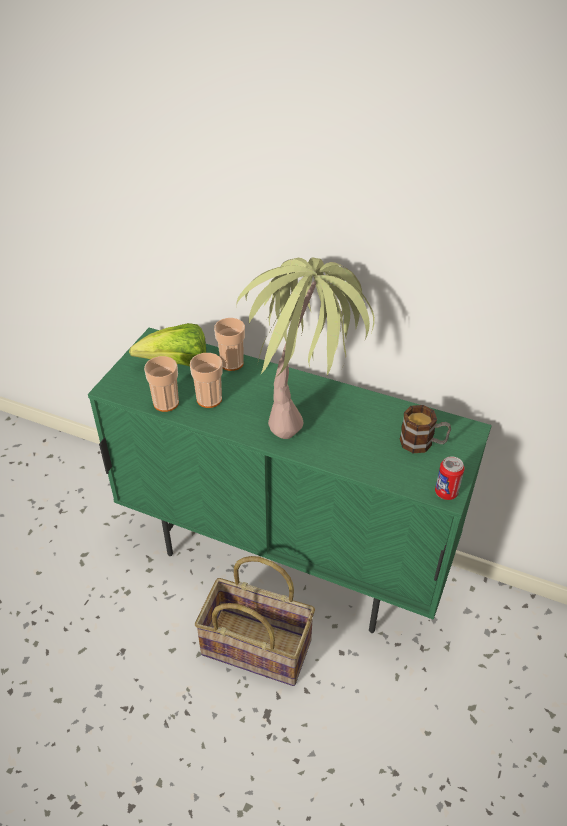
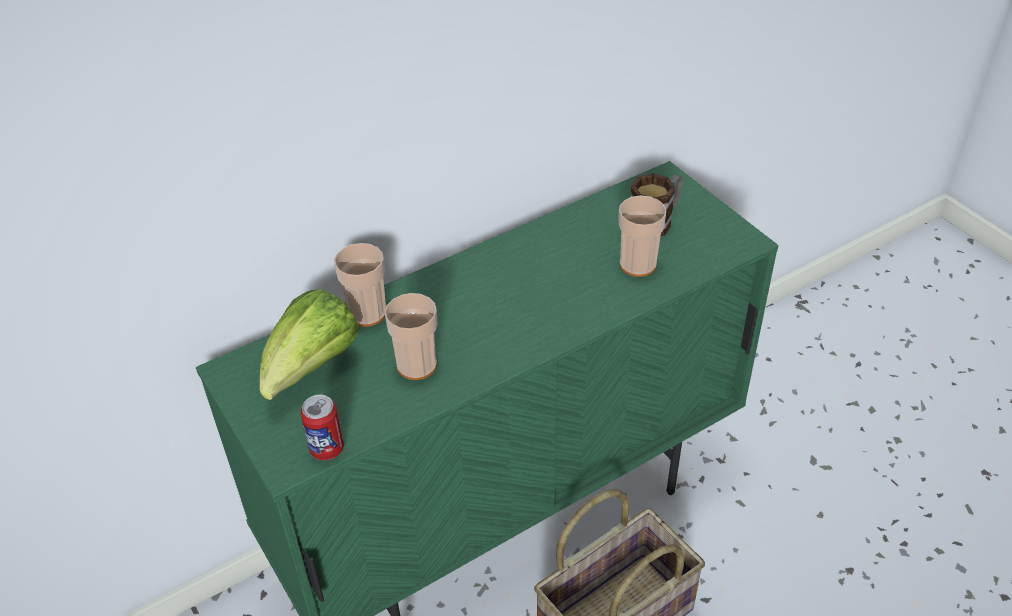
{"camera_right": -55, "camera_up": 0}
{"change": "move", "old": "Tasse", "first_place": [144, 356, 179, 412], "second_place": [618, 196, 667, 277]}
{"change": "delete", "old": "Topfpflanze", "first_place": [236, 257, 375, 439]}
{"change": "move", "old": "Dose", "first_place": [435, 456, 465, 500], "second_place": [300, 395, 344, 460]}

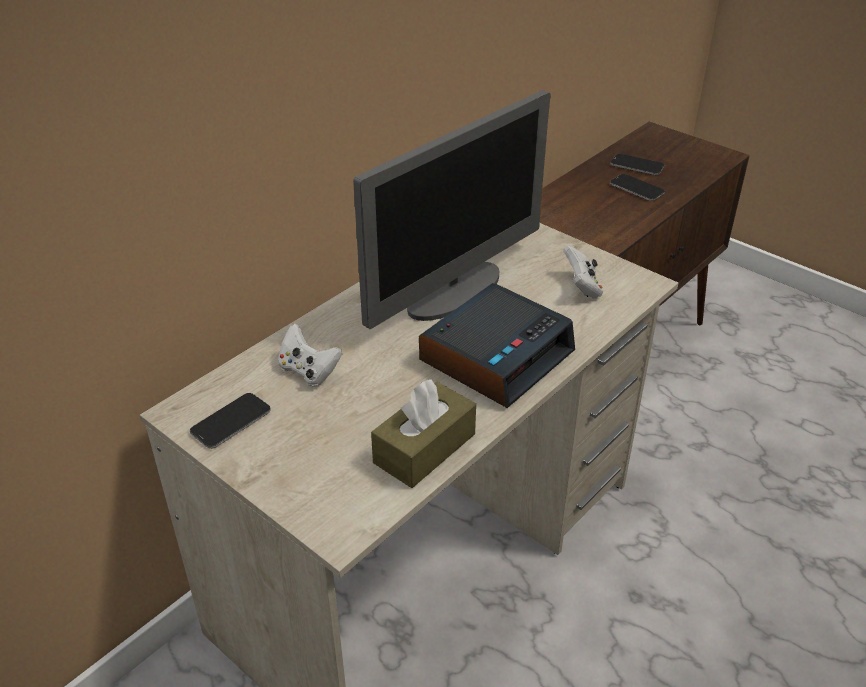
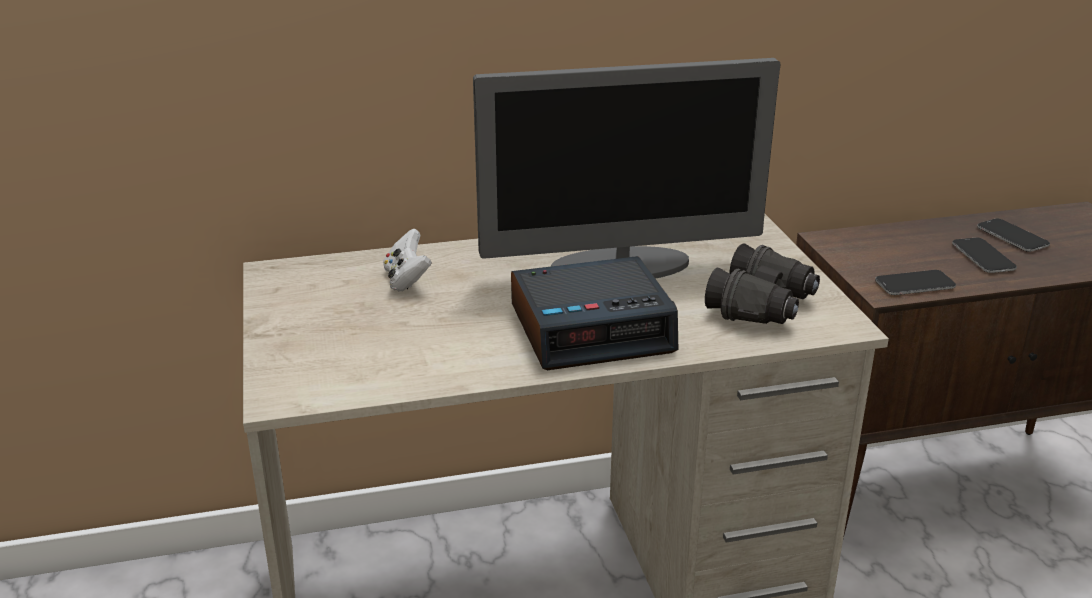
{"camera_right": 35, "camera_up": -10}
{"change": "move", "old": "Handy", "first_place": [190, 393, 271, 449], "second_place": [875, 270, 956, 295]}
{"change": "delete", "old": "Taschentuchbox/braun", "first_place": [371, 379, 476, 488]}
{"change": "replace", "old": "Gamepad/weiß", "new": "Fernglas/schwarz", "first_place": [563, 245, 603, 299], "second_place": [705, 243, 820, 324]}

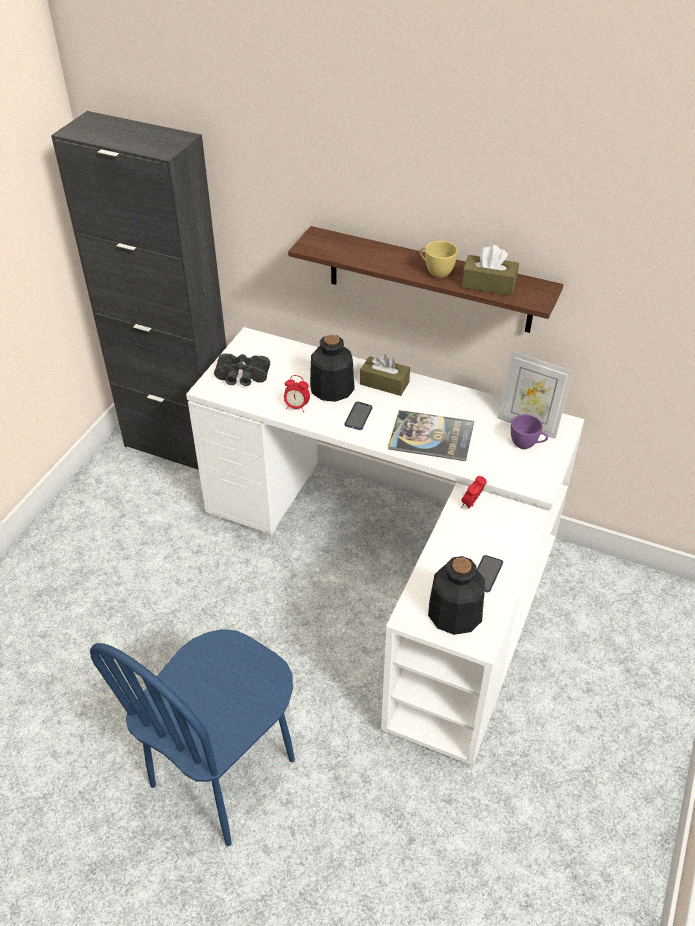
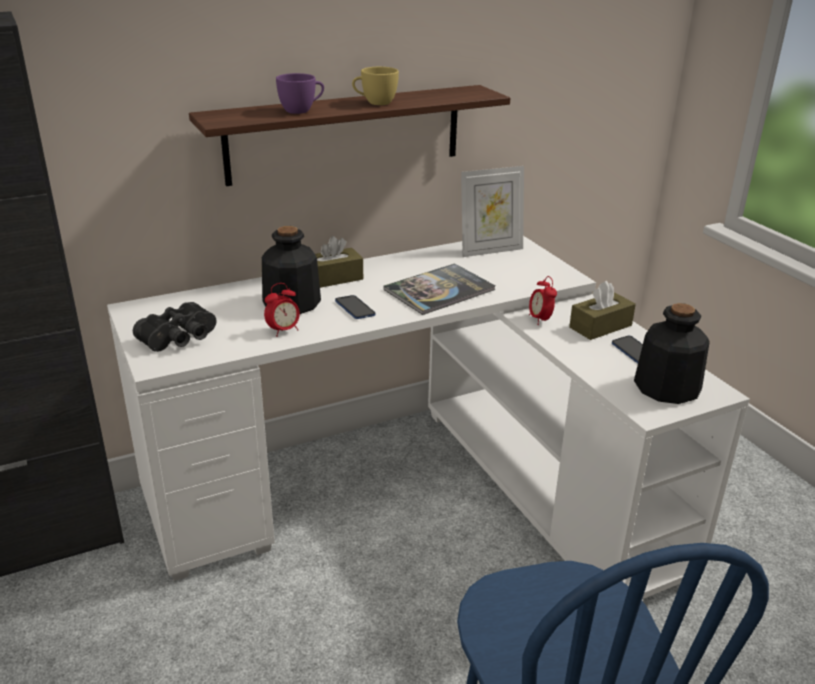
{"camera_right": -50, "camera_up": -15}
{"change": "move", "old": "Taschentuchbox/braun", "first_place": [461, 245, 519, 296], "second_place": [569, 281, 636, 340]}
{"change": "move", "old": "Tasse/lila", "first_place": [511, 414, 548, 449], "second_place": [276, 73, 324, 114]}

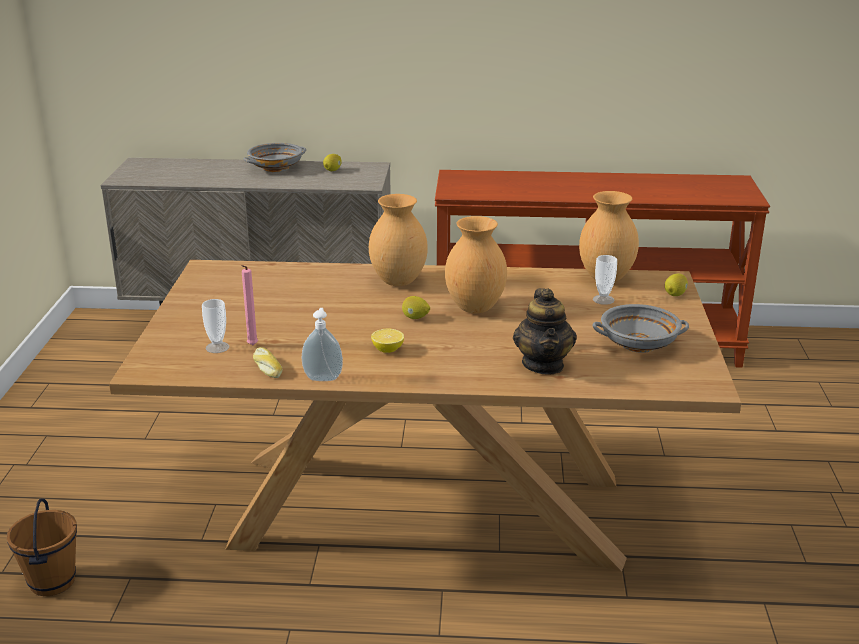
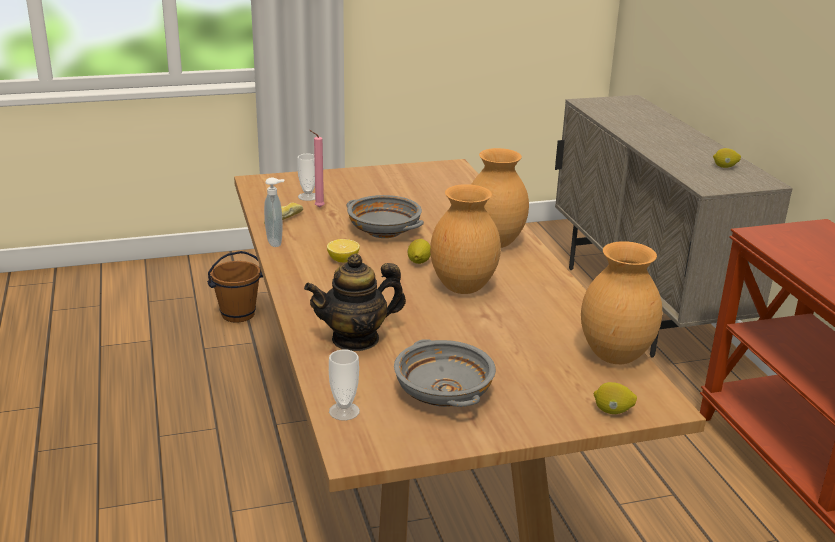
{"camera_right": 70, "camera_up": 0}
{"change": "move", "old": "Schüssel/grau", "first_place": [243, 143, 306, 172], "second_place": [347, 195, 424, 238]}
{"change": "move", "old": "Tasse", "first_place": [593, 255, 617, 305], "second_place": [329, 349, 360, 421]}

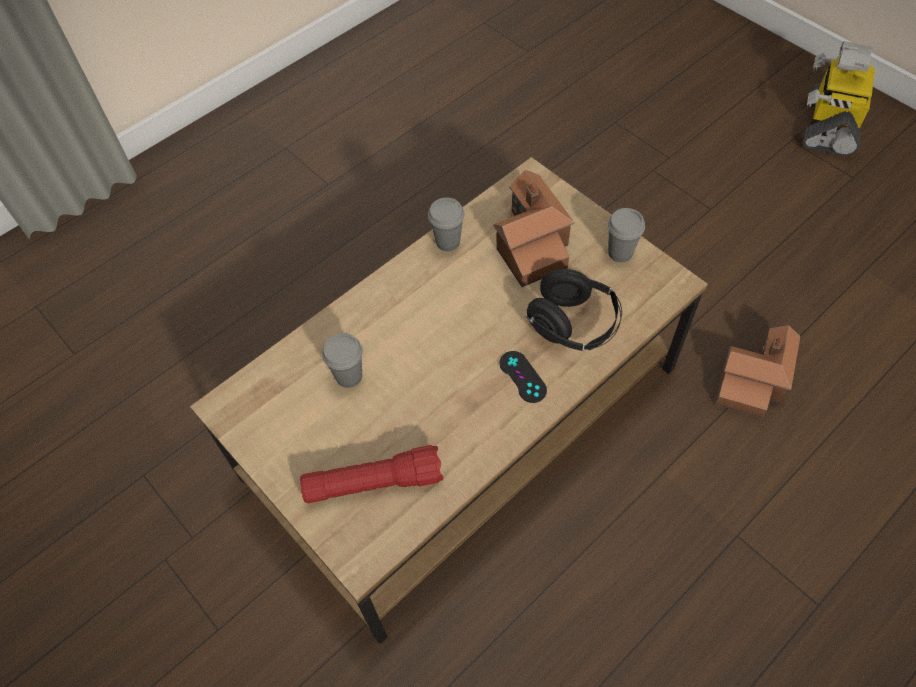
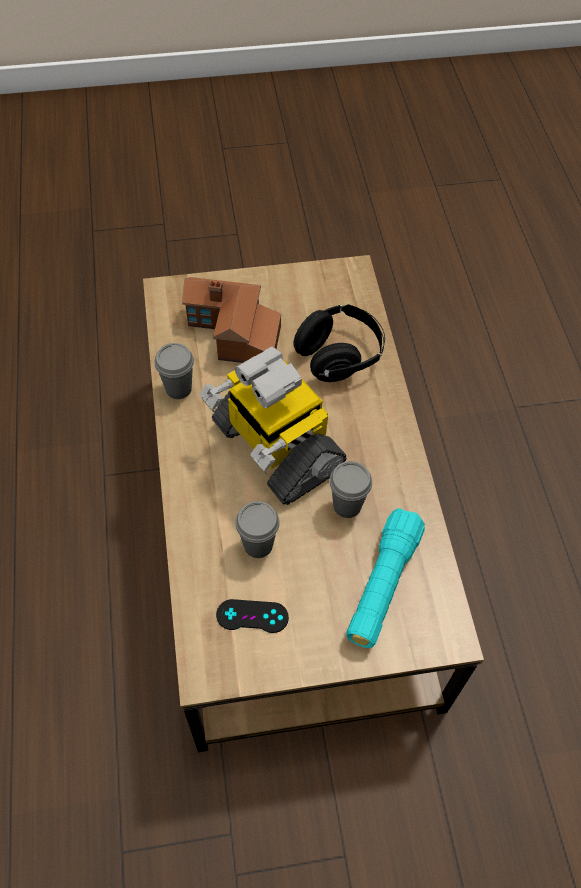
{"camera_right": -60, "camera_up": 0}
{"change": "recolor", "old": "Taschenlampe/rot", "new": "Taschenlampe/türkis", "first_place": [300, 445, 444, 503], "second_place": [346, 508, 425, 648]}
{"change": "move", "old": "Gamepad/schwarz", "first_place": [500, 351, 547, 403], "second_place": [216, 599, 289, 633]}
{"change": "move", "old": "Tasse/grau", "first_place": [608, 208, 645, 262], "second_place": [329, 461, 372, 518]}
{"change": "delete", "old": "Spielzeughaus", "first_place": [715, 325, 800, 418]}
{"change": "move", "old": "Spielzeugroboter", "first_place": [803, 41, 875, 156], "second_place": [199, 346, 346, 505]}

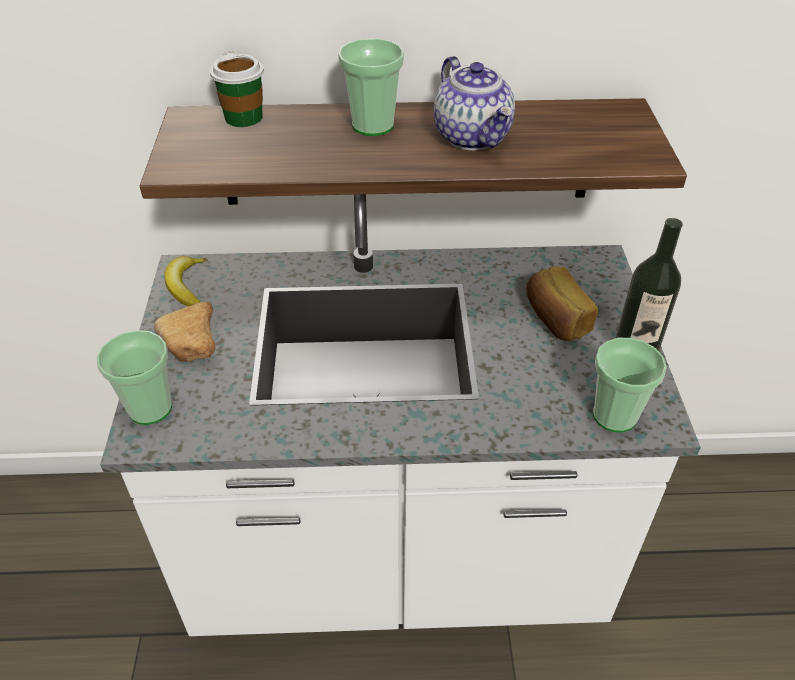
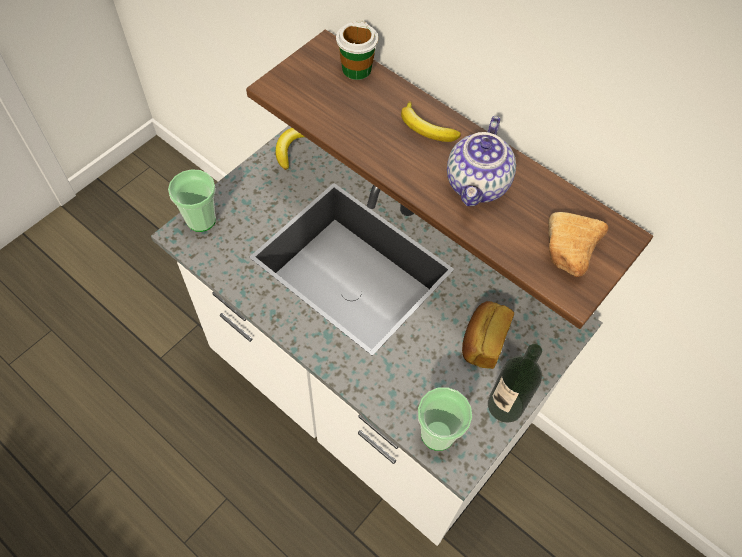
{"camera_right": 40, "camera_up": 15}
{"change": "move", "old": "Brot", "first_place": [154, 302, 215, 362], "second_place": [548, 212, 608, 277]}
{"change": "replace", "old": "Tasse", "new": "Banane", "first_place": [338, 38, 404, 136], "second_place": [401, 101, 461, 142]}

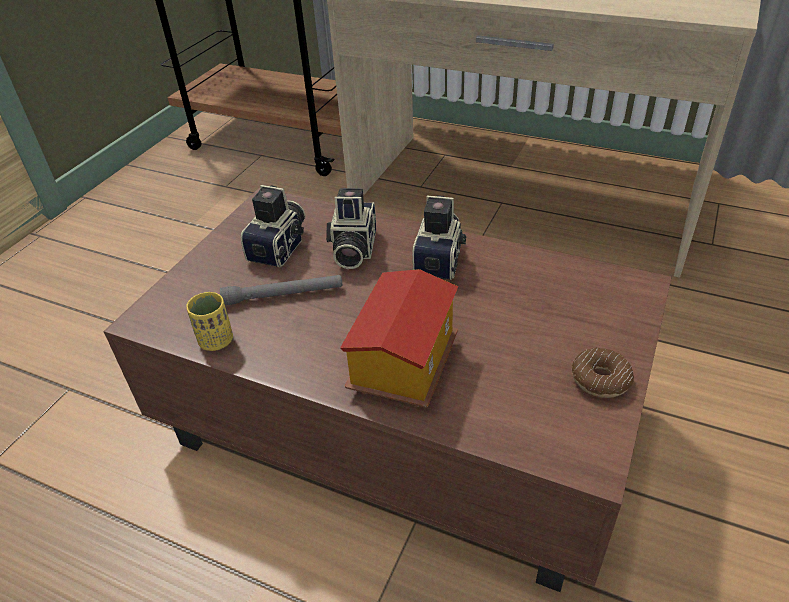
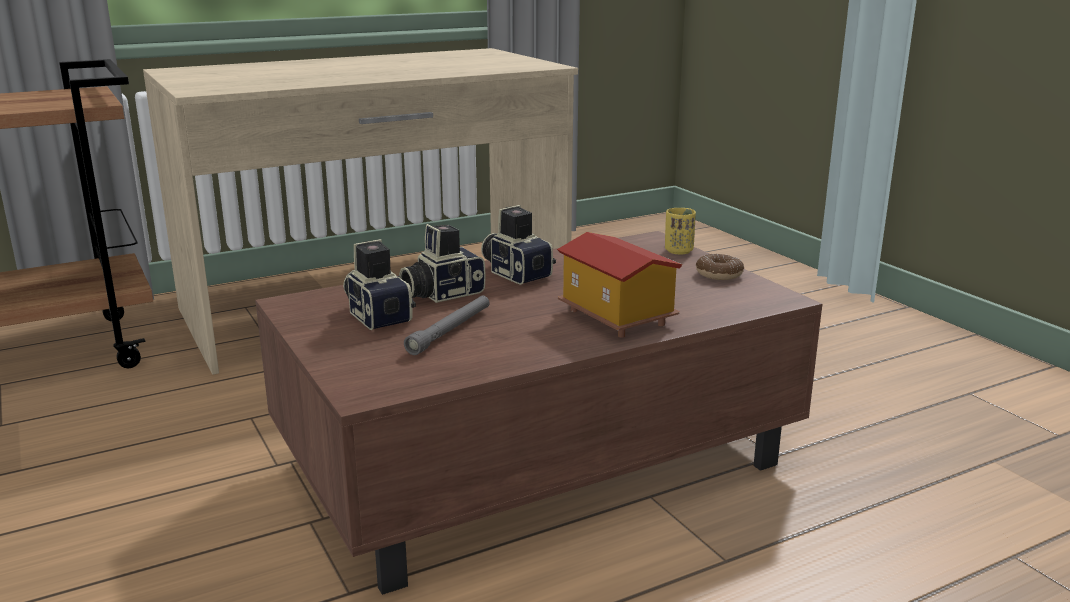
{"camera_right": -55, "camera_up": -20}
{"change": "move", "old": "Tasse/gelb", "first_place": [186, 292, 233, 351], "second_place": [665, 208, 696, 255]}
{"change": "rotate", "old": "Kamera", "first_place": [326, 188, 376, 269], "second_place": [399, 224, 486, 303], "degrees": 105}

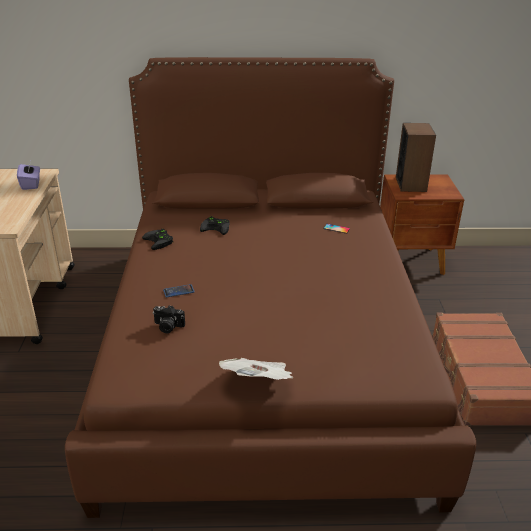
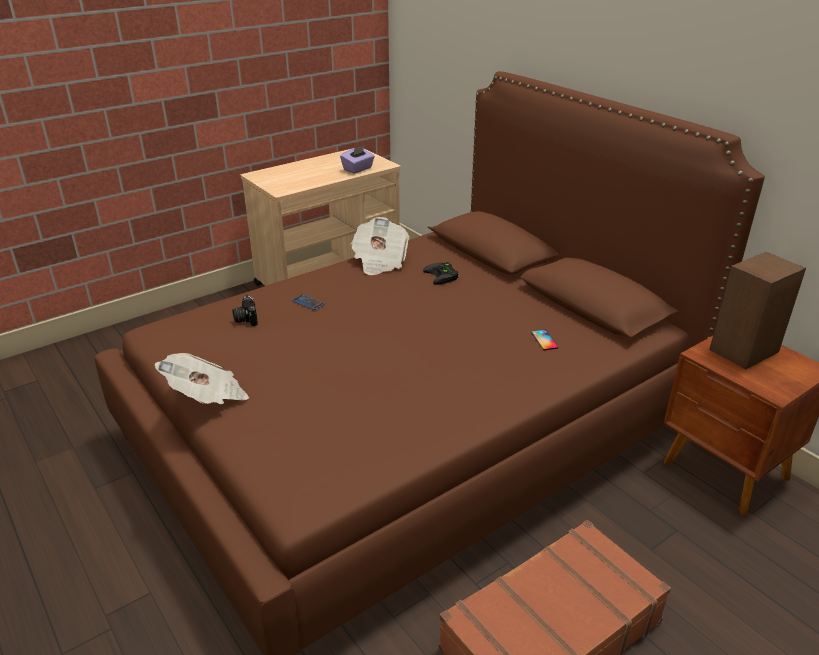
{"camera_right": 55, "camera_up": 0}
{"change": "replace", "old": "Gamepad/schwarz", "new": "Zeitung", "first_place": [142, 229, 174, 250], "second_place": [351, 217, 409, 275]}

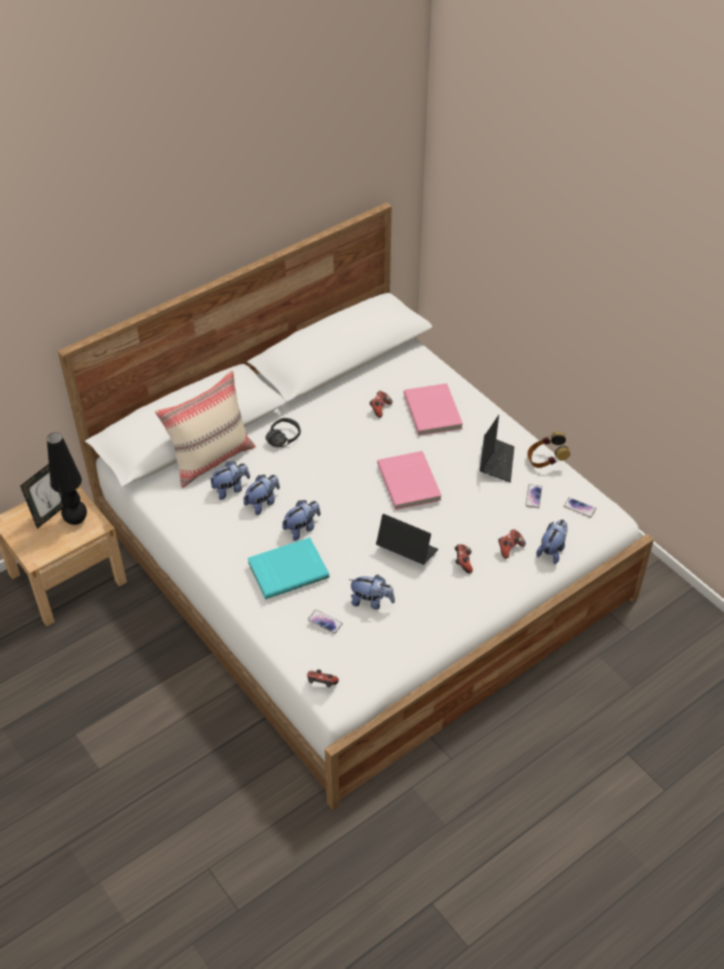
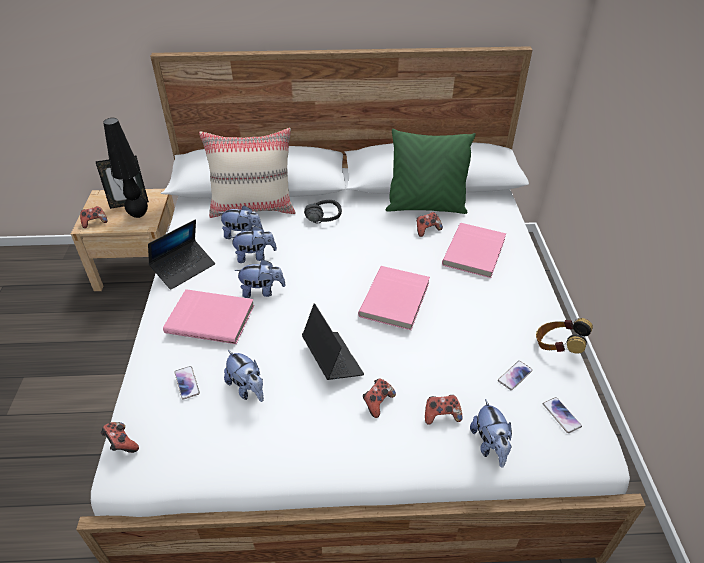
{"camera_right": 35, "camera_up": -5}
{"change": "recolor", "old": "Buch/türkis", "new": "Buch/rosa", "first_place": [248, 537, 329, 599], "second_place": [163, 289, 254, 344]}
{"change": "move", "old": "Laptop", "first_place": [480, 415, 514, 482], "second_place": [148, 219, 215, 290]}
{"change": "rotate", "old": "Plüschtier", "first_place": [536, 519, 568, 564], "second_place": [470, 399, 512, 468], "degrees": 105}
{"change": "insert", "new": "Gamepad", "second_place": [80, 206, 108, 228]}
{"change": "insert", "new": "Kissen/grün", "second_place": [386, 129, 476, 214]}

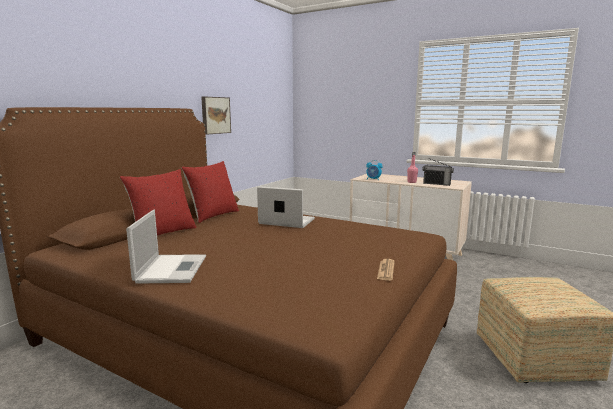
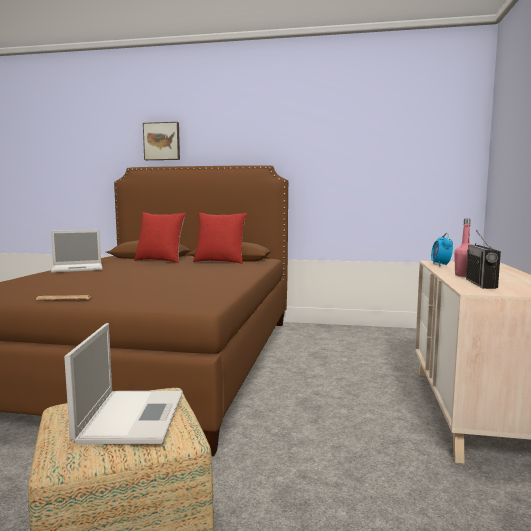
{"camera_right": 70, "camera_up": -5}
{"change": "move", "old": "Bild", "first_place": [201, 97, 231, 135], "second_place": [143, 122, 180, 160]}
{"change": "move", "old": "Laptop", "first_place": [257, 186, 315, 228], "second_place": [64, 323, 183, 444]}

